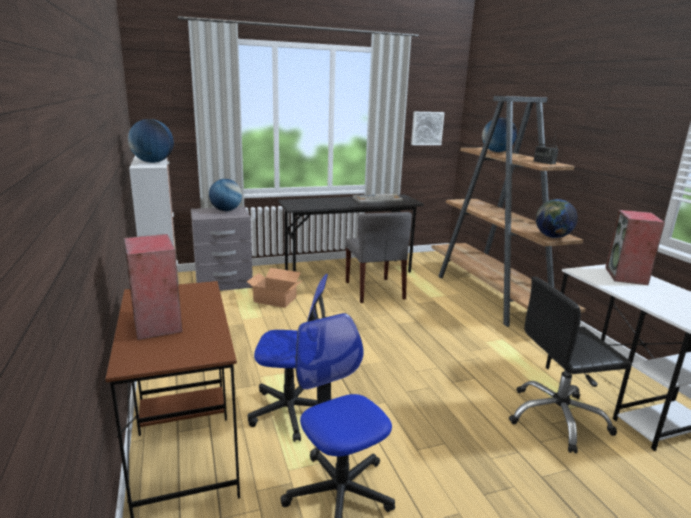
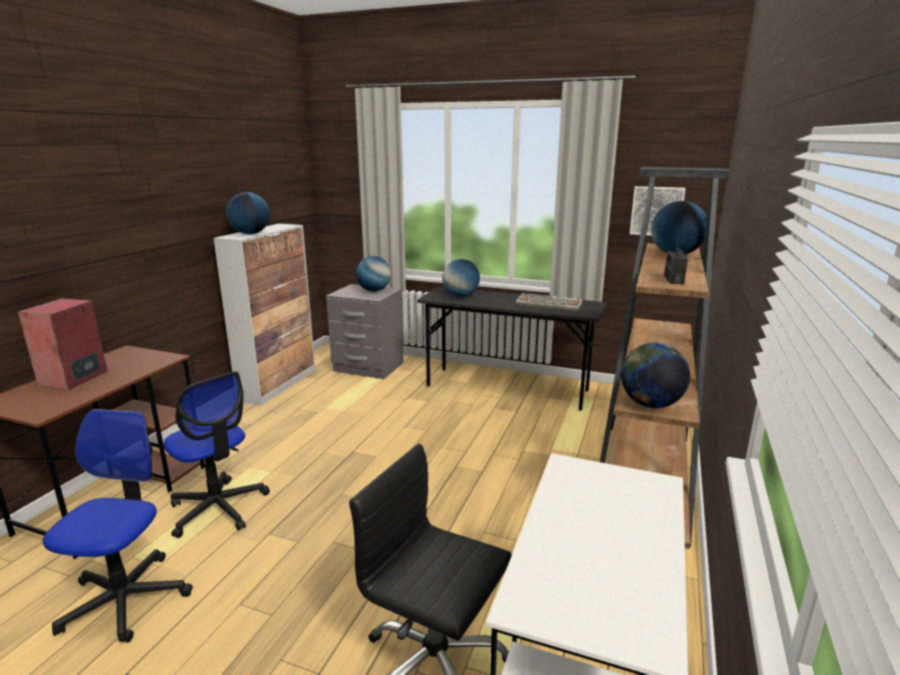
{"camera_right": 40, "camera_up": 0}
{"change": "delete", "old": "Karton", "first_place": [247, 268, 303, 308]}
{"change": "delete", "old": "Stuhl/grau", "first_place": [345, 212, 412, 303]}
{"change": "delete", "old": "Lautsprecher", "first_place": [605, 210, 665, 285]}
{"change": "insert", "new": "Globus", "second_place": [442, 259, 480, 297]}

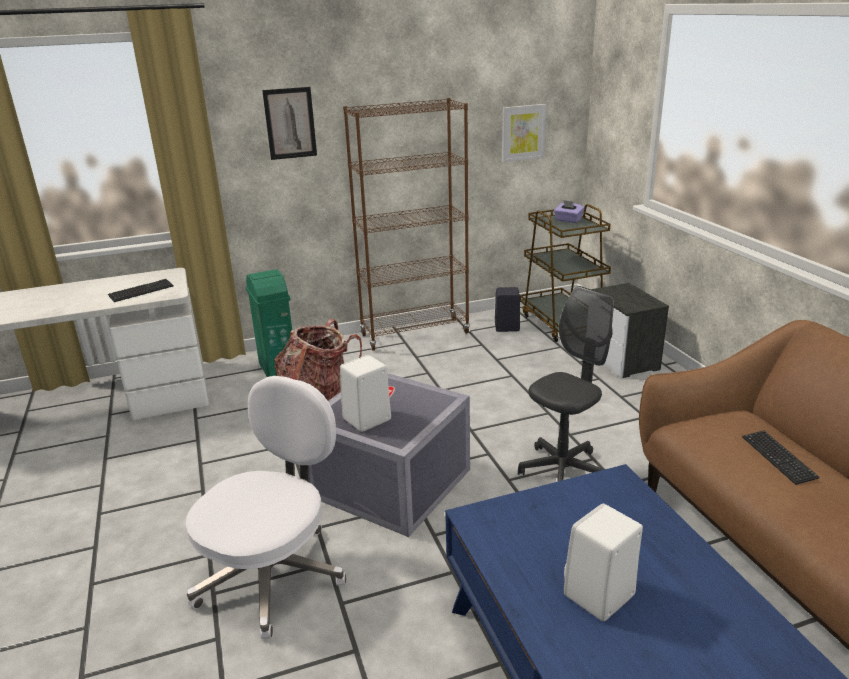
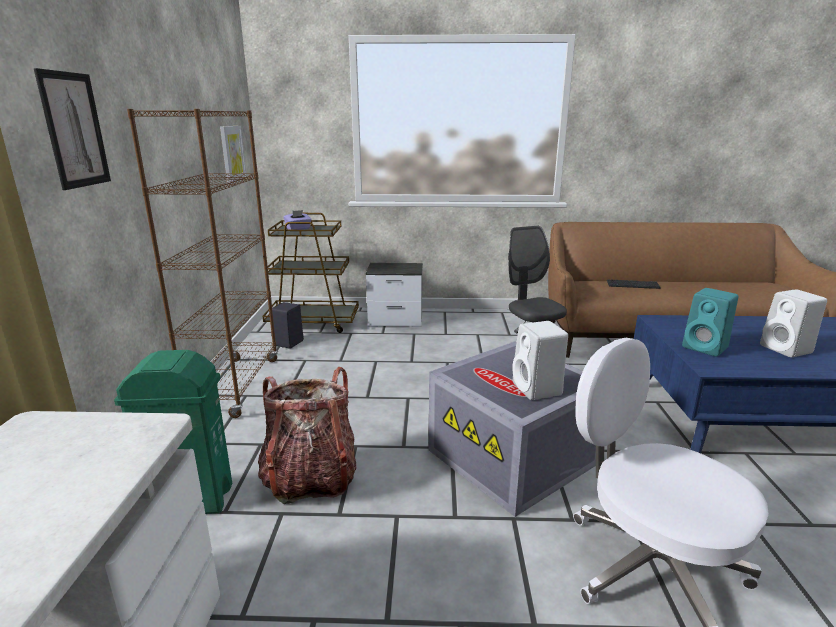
{"camera_right": -70, "camera_up": -5}
{"change": "delete", "old": "Tastatur", "first_place": [108, 279, 174, 302]}
{"change": "insert", "new": "Lautsprecher/türkis", "second_place": [682, 288, 738, 357]}

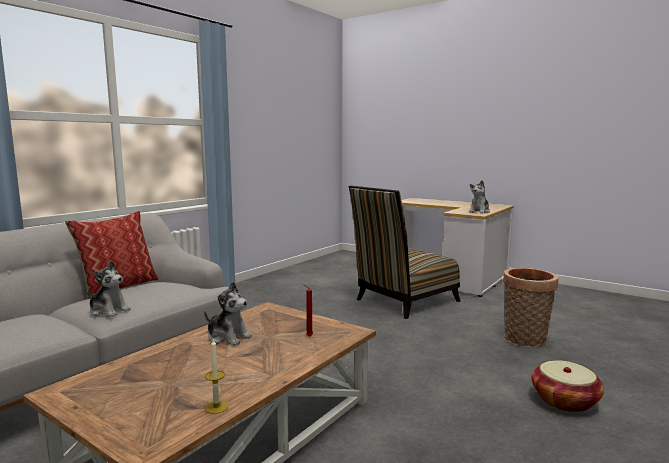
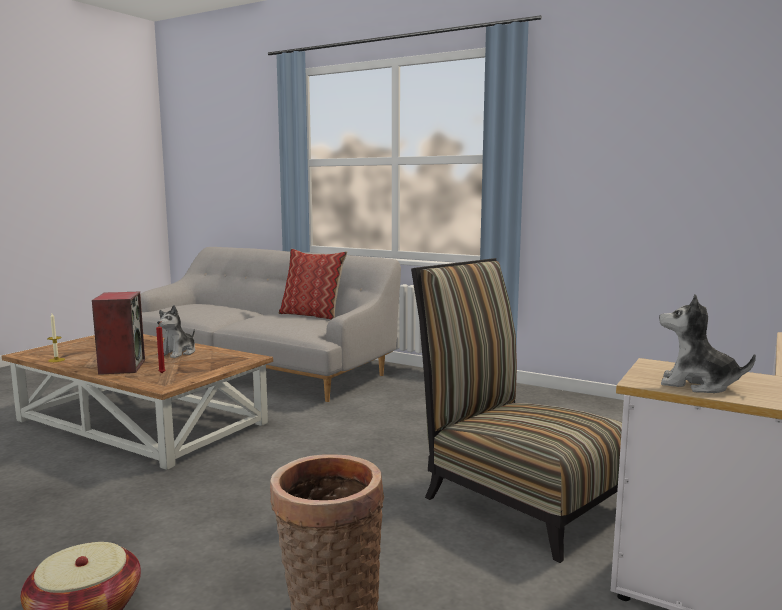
{"camera_right": 85, "camera_up": 0}
{"change": "delete", "old": "Plüschtier", "first_place": [88, 261, 131, 317]}
{"change": "insert", "new": "Lautsprecher", "second_place": [92, 292, 145, 375]}

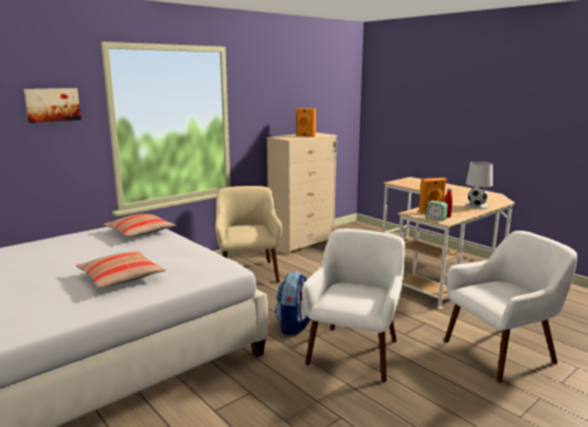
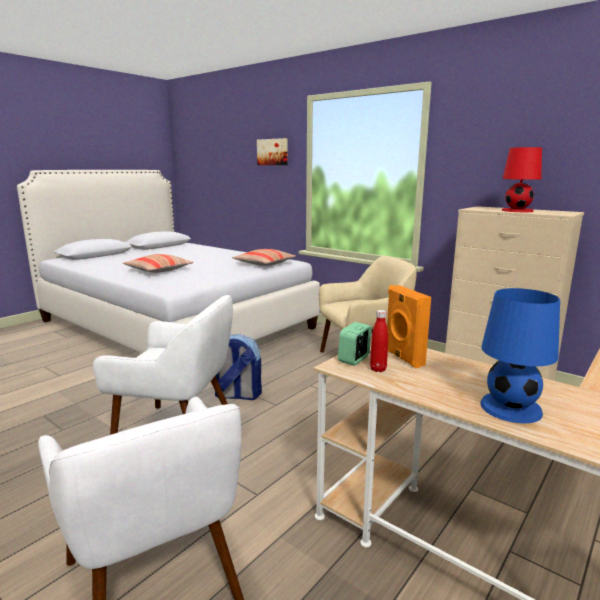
{"camera_right": 80, "camera_up": 0}
{"change": "replace", "old": "Lautsprecher/orange", "new": "Tischlampe/rot", "first_place": [296, 108, 316, 137], "second_place": [501, 147, 542, 212]}
{"change": "recolor", "old": "Tischlampe/weiß", "new": "Tischlampe/blau", "first_place": [466, 161, 493, 209], "second_place": [480, 288, 560, 423]}

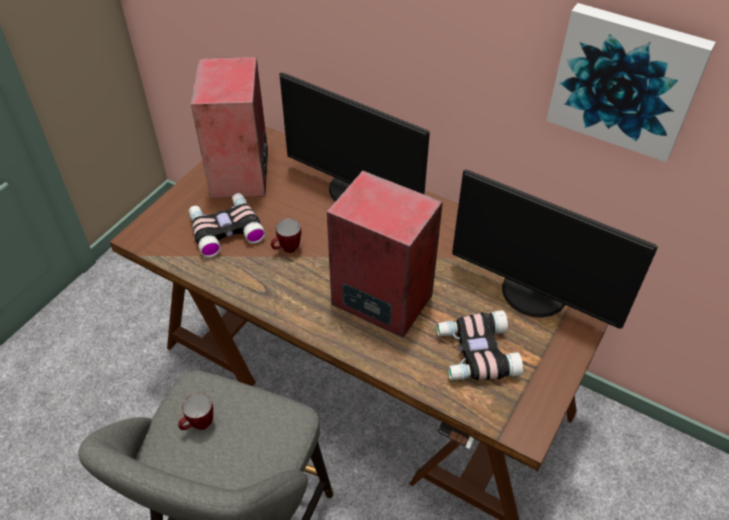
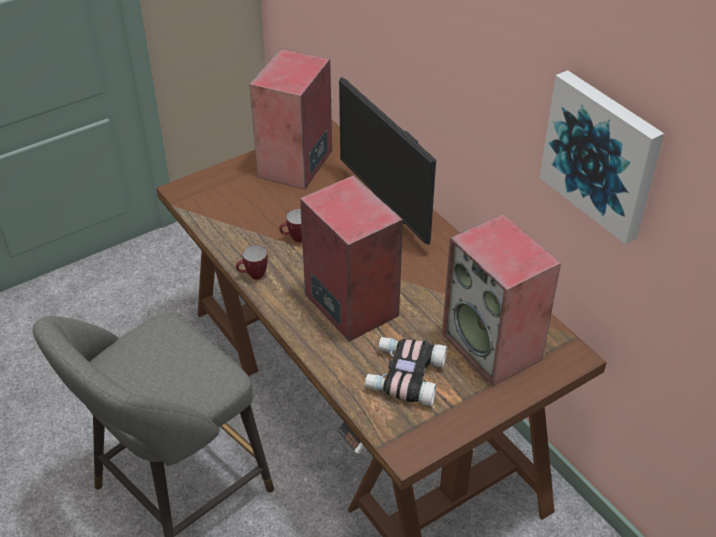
{"camera_right": 25, "camera_up": -5}
{"change": "move", "old": "Henkelbecher", "first_place": [178, 393, 213, 430], "second_place": [236, 245, 268, 280]}
{"change": "delete", "old": "Fernglas", "first_place": [189, 193, 266, 258]}
{"change": "replace", "old": "Monitor", "new": "Lautsprecher", "first_place": [452, 170, 658, 329], "second_place": [442, 214, 561, 386]}

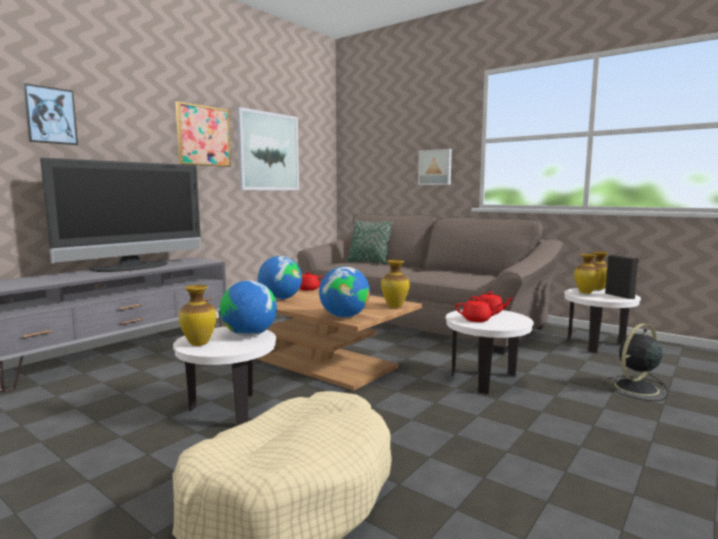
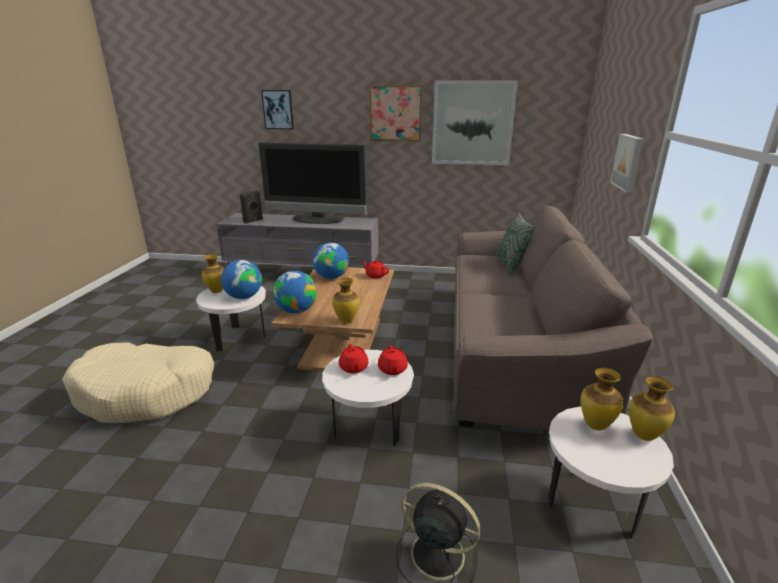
{"camera_right": 60, "camera_up": 15}
{"change": "move", "old": "Lautsprecher/schwarz", "first_place": [605, 255, 639, 299], "second_place": [240, 191, 263, 224]}

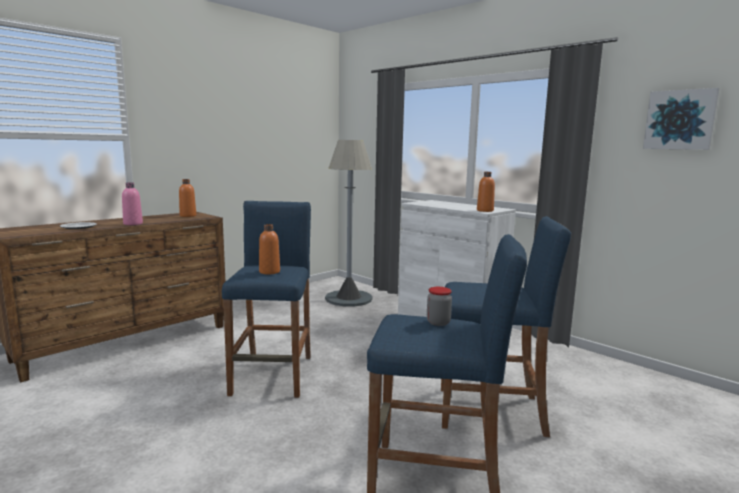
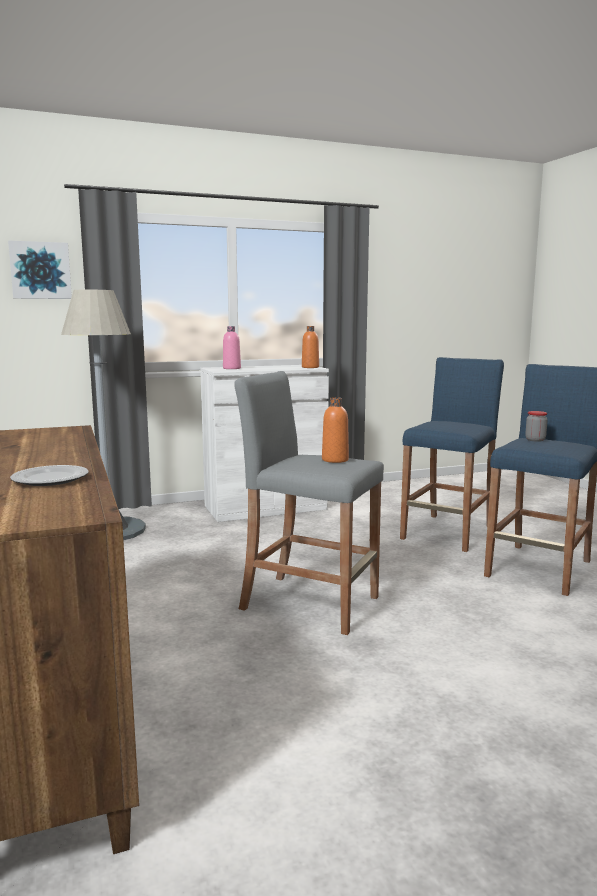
{"camera_right": -65, "camera_up": 0}
{"change": "move", "old": "Flasche/rosa", "first_place": [122, 182, 143, 225], "second_place": [223, 326, 241, 369]}
{"change": "delete", "old": "Flasche/orange", "first_place": [179, 179, 196, 217]}
{"change": "recolor", "old": "Hocker/blau", "new": "Hocker/grau", "first_place": [222, 201, 311, 398], "second_place": [235, 371, 384, 635]}
{"change": "move", "old": "Bild", "first_place": [643, 88, 719, 150], "second_place": [8, 241, 72, 299]}

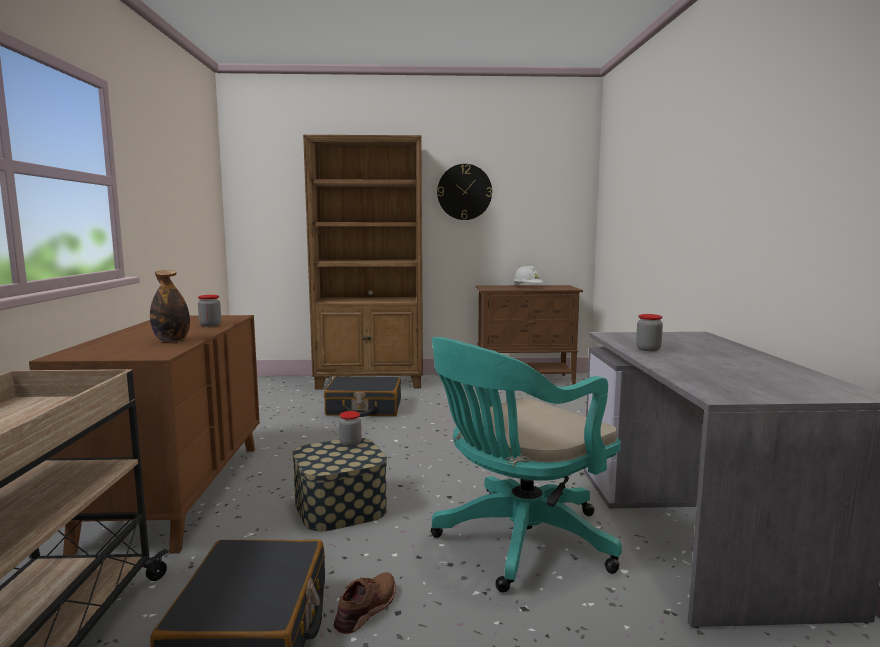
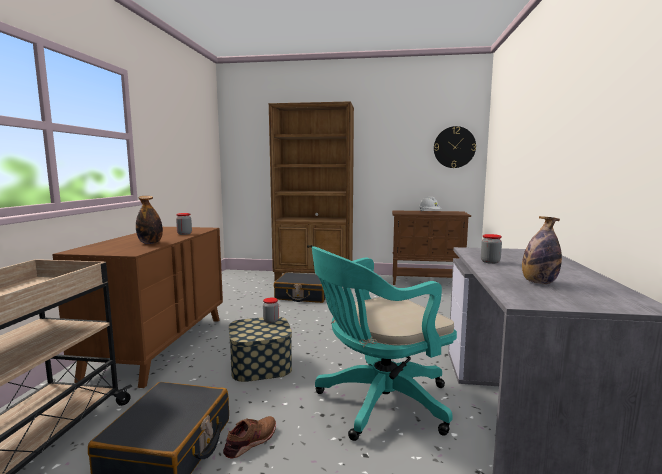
{"camera_right": 10, "camera_up": 0}
{"change": "move", "old": "Wanduhr", "first_place": [437, 164, 492, 220], "second_place": [434, 126, 476, 168]}
{"change": "insert", "new": "Flasche", "second_place": [522, 216, 562, 284]}

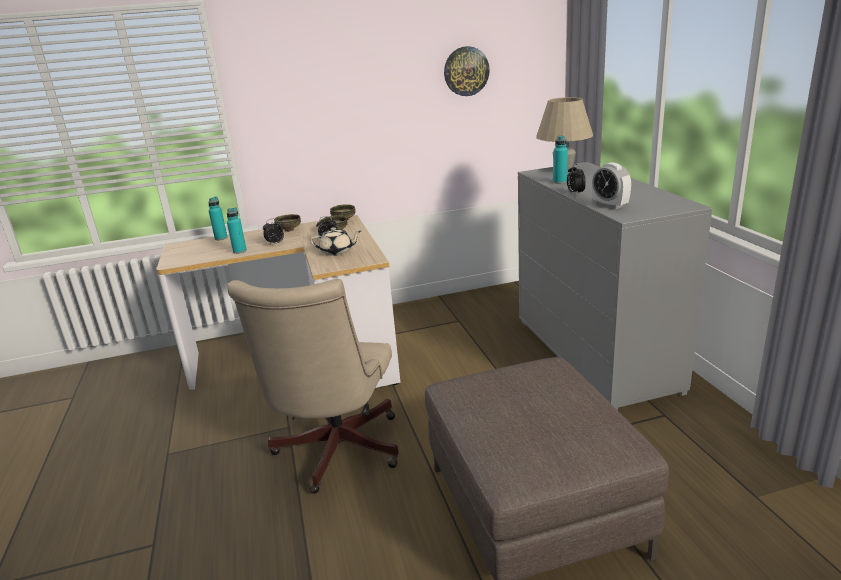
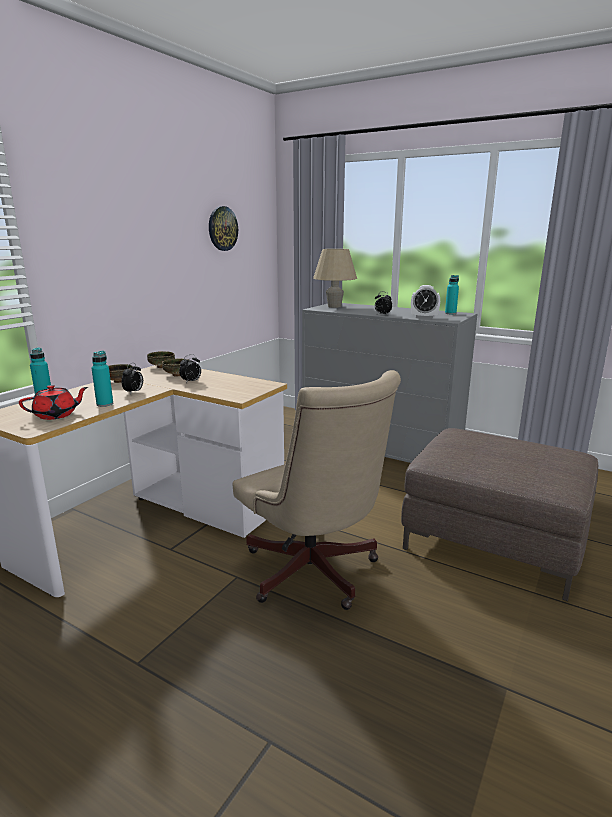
{"camera_right": -45, "camera_up": -5}
{"change": "delete", "old": "Teekanne/beige", "first_place": [310, 227, 361, 256]}
{"change": "move", "old": "Flasche/türkis", "first_place": [553, 136, 568, 184], "second_place": [445, 275, 459, 314]}
{"change": "insert", "new": "Teekanne/rot", "second_place": [19, 385, 88, 420]}

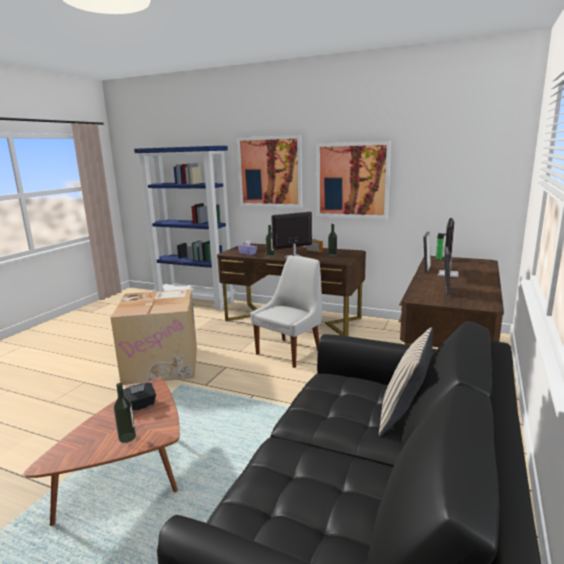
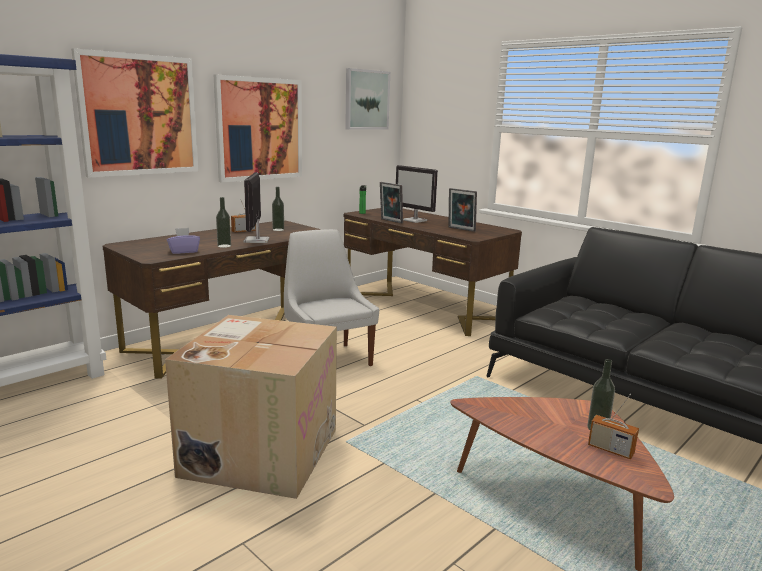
{"camera_right": -70, "camera_up": 0}
{"change": "delete", "old": "Taschentuchbox/schwarz", "first_place": [123, 383, 156, 411]}
{"change": "delete", "old": "Kissen/beige", "first_place": [379, 327, 433, 436]}
{"change": "insert", "new": "Bild", "second_place": [345, 68, 390, 130]}
{"change": "insert", "new": "Radio", "second_place": [588, 394, 639, 459]}

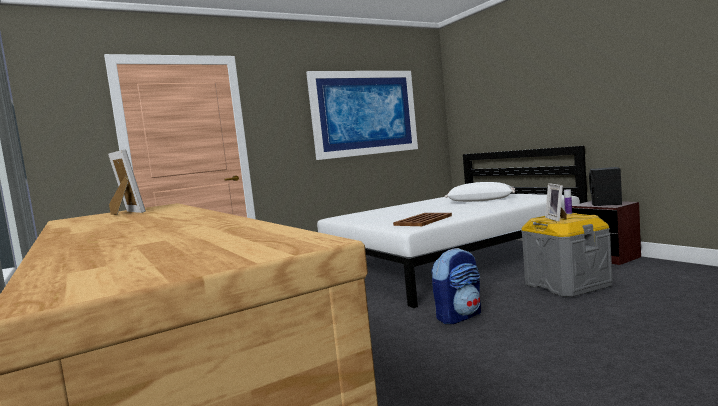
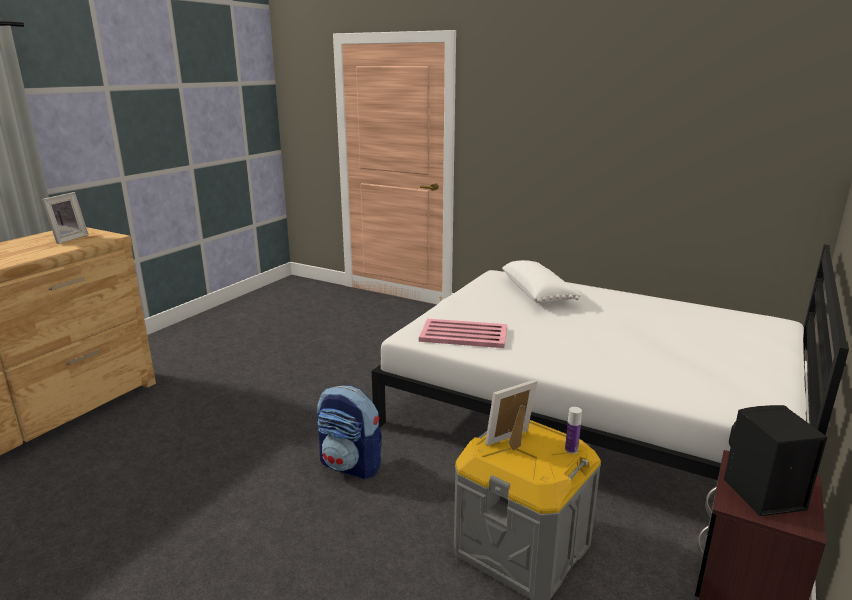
{"camera_right": 60, "camera_up": 15}
{"change": "delete", "old": "Bild", "first_place": [306, 71, 418, 160]}
{"change": "recolor", "old": "Tablett/braun", "new": "Tablett/rosa", "first_place": [393, 213, 452, 226], "second_place": [419, 319, 507, 348]}
{"change": "move", "old": "Kissen/weiß", "first_place": [445, 182, 515, 202], "second_place": [502, 260, 582, 304]}

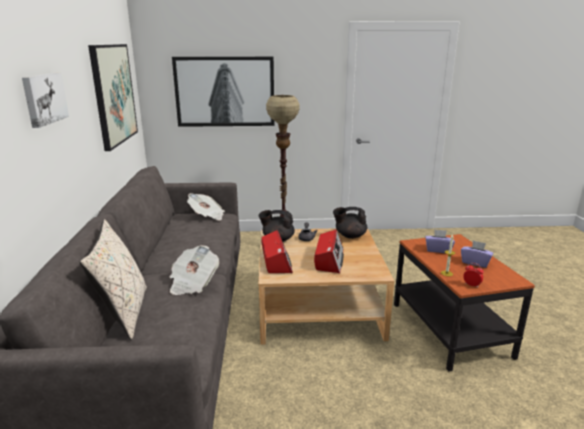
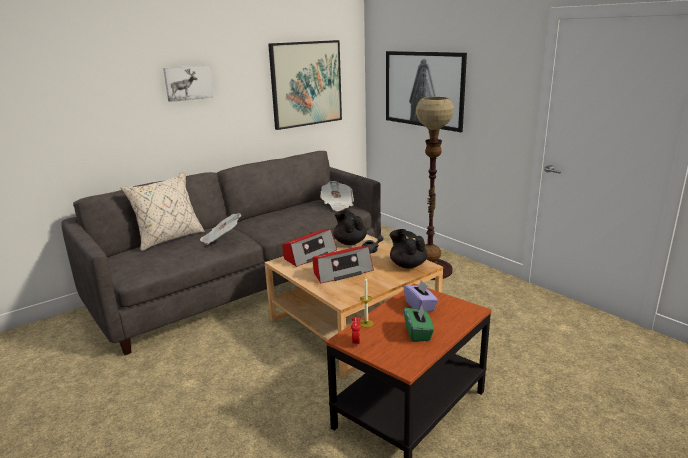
{"camera_right": 55, "camera_up": 0}
{"change": "recolor", "old": "Taschentuchbox/lila", "new": "Taschentuchbox/grün", "first_place": [461, 240, 493, 268], "second_place": [404, 305, 434, 342]}

